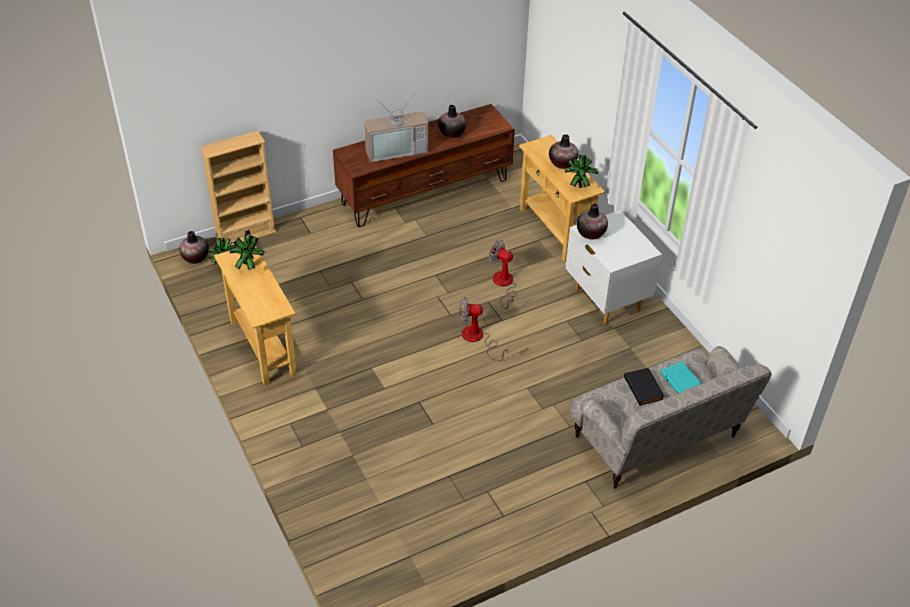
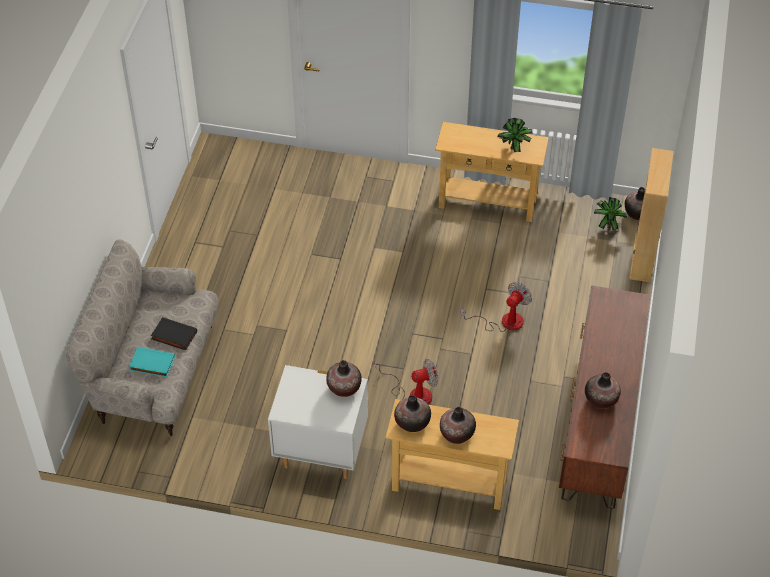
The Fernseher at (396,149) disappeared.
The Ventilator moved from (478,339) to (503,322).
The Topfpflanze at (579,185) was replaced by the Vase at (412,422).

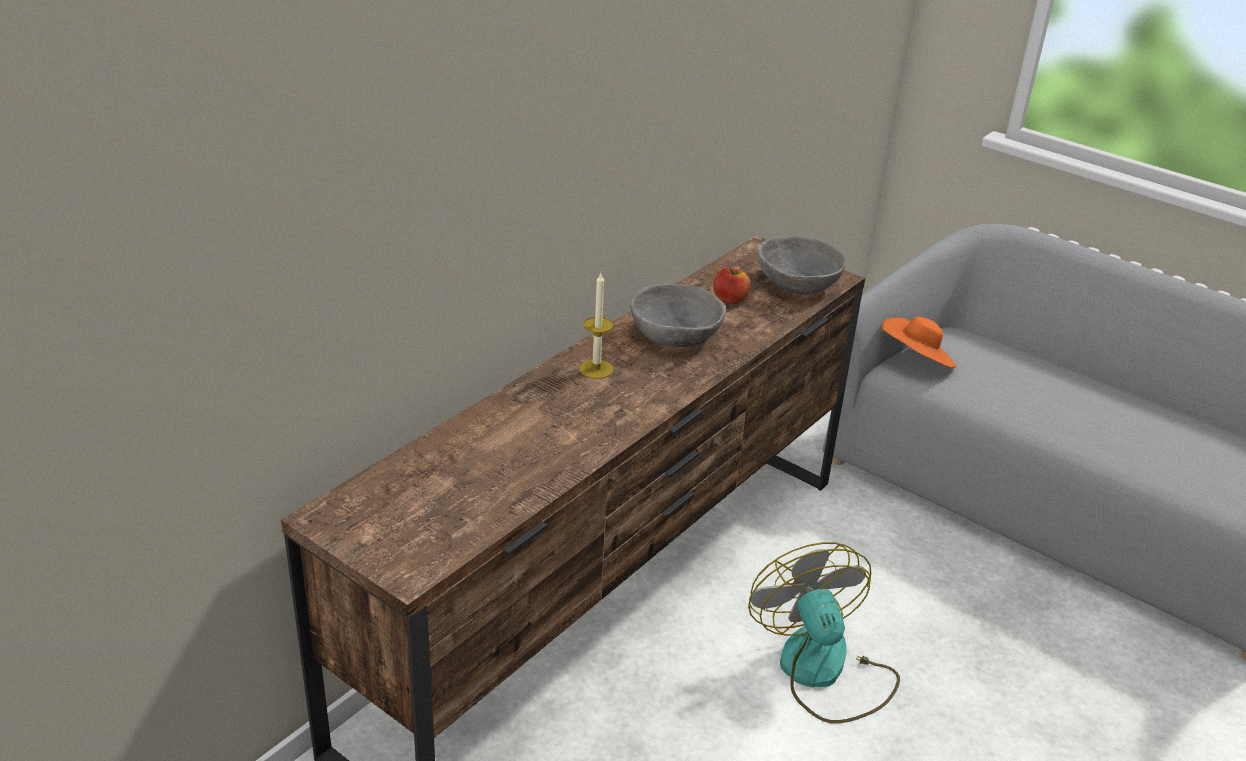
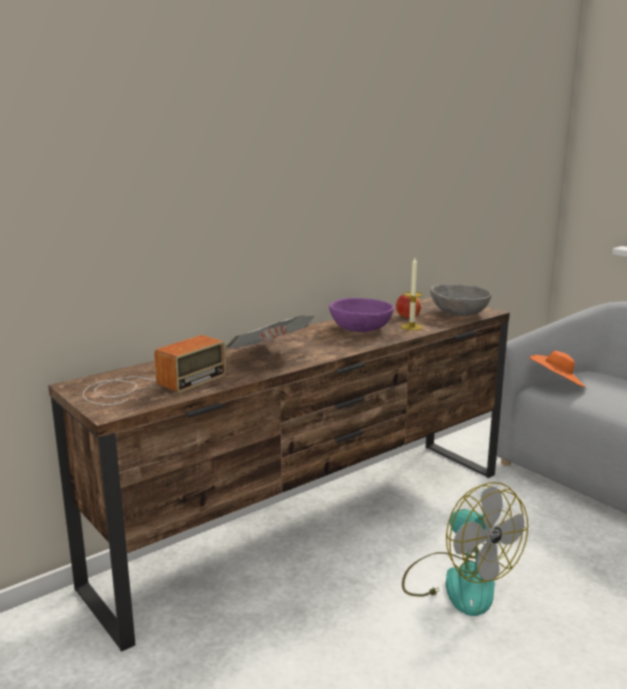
The Radio at (149,386) appeared.
The Zeitung at (268,357) appeared.
The Kerze moved from (596,369) to (411,327).
The Schüssel [grau] at (674,336) became the Schüssel [lila] at (360,328).
The Ventilator at (823,672) turned 150 degrees clockwise.

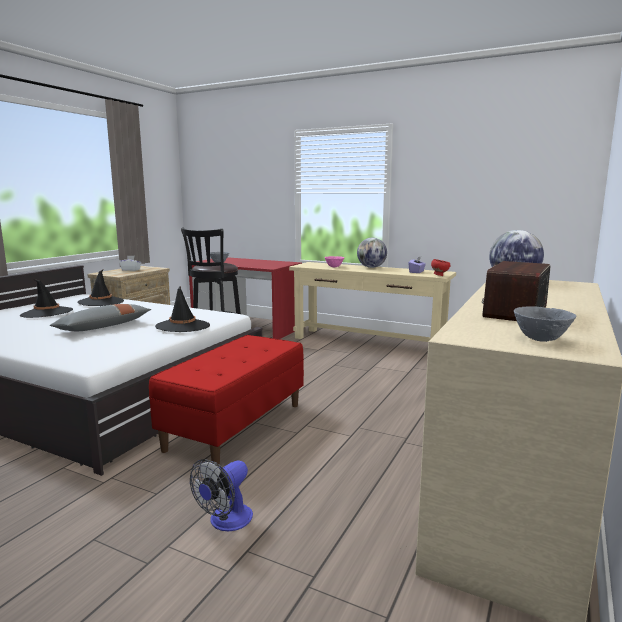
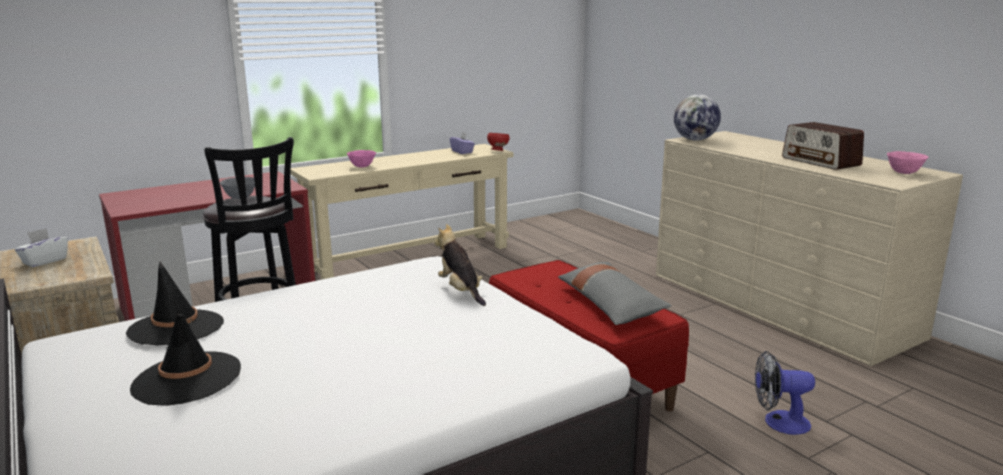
The Globus at (371,267) disappeared.
The Kissen [grau] moved from (103,327) to (610,304).
The Hut [schwarz] at (183,326) was replaced by the Plüschtier at (461,291).
The Schüssel [grau] at (541,340) became the Schüssel [rosa] at (904,173).
The Ventilator at (225,522) turned 120 degrees clockwise.

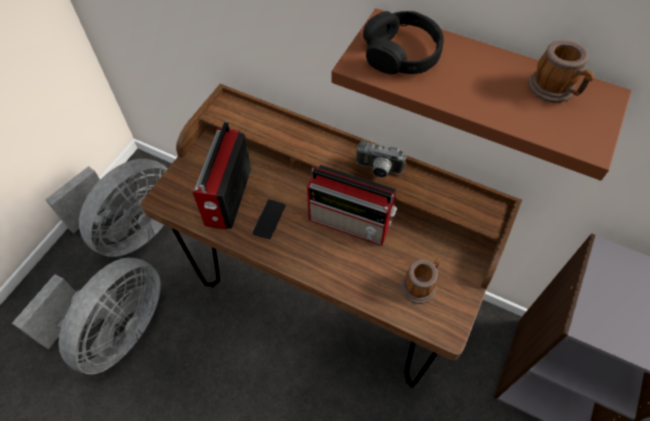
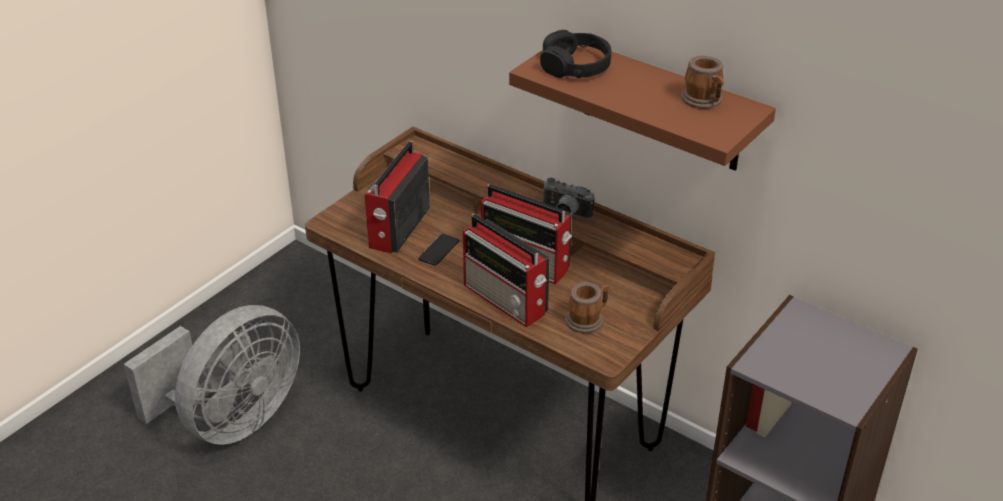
The Ventilator [grau] at (134,230) disappeared.
The Radio at (506,300) appeared.

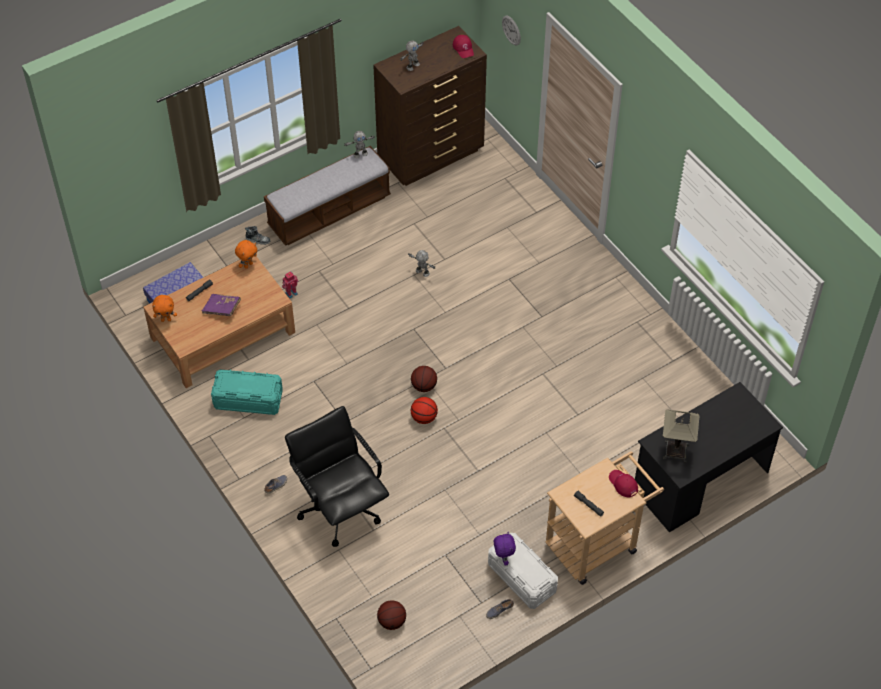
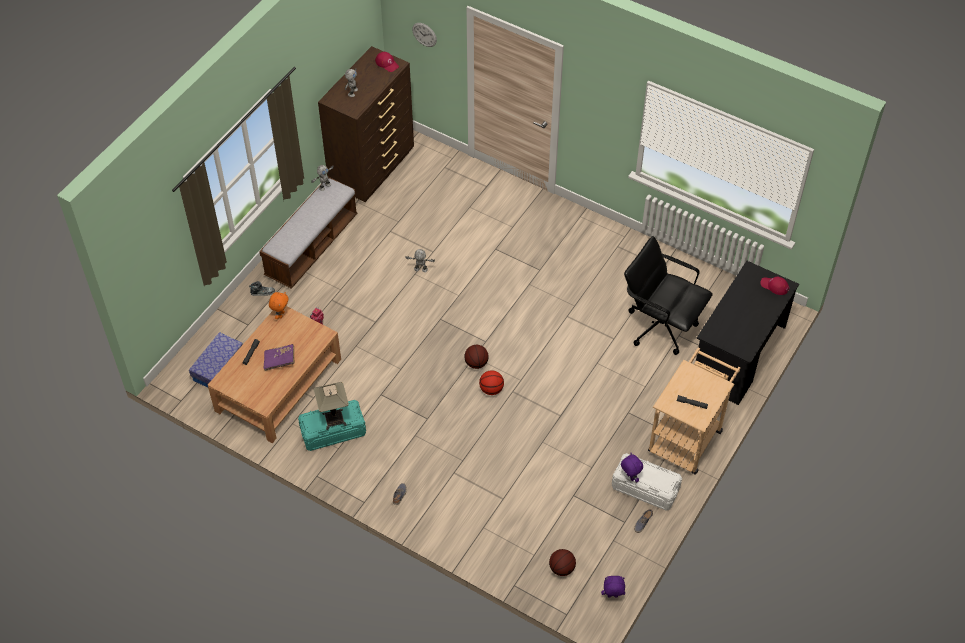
The Plüschtier [orange] at (166,319) disappeared.
The Plüschtier [lila] at (612,596) appeared.
The Bürostuhl [schwarz] moved from (340,508) to (660,325).
The Kappe [rot] moved from (623,484) to (774,286).
The Tischlampe moved from (676,451) to (334,419).

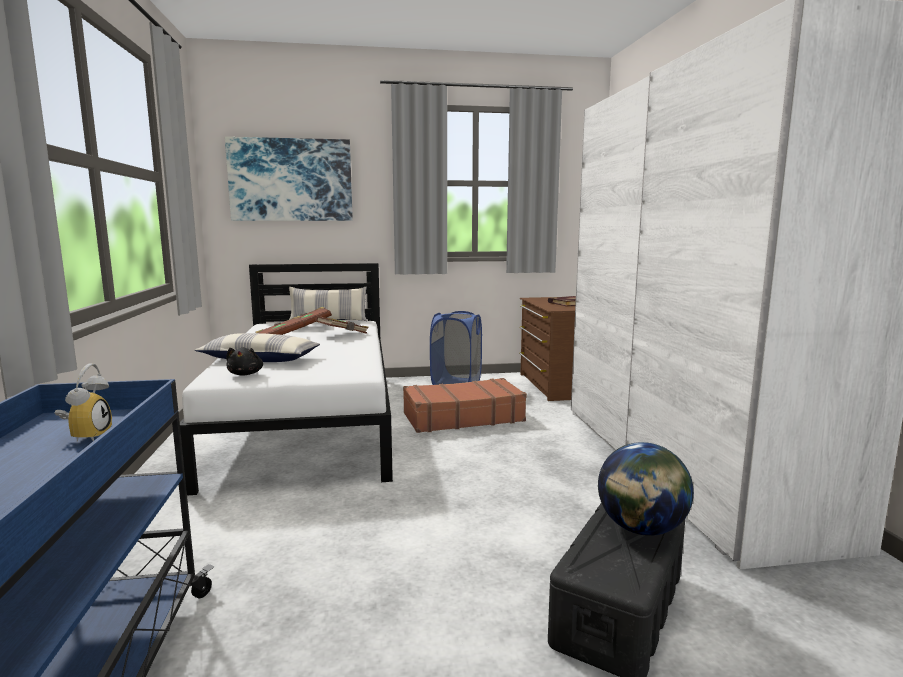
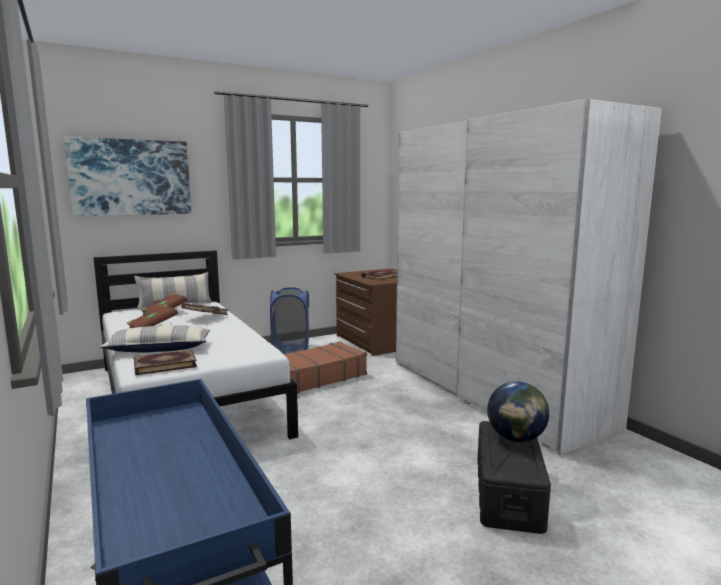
The Wecker at (87,436) disappeared.
The Plüschtier [schwarz] at (246,374) was replaced by the Buch at (165,364).

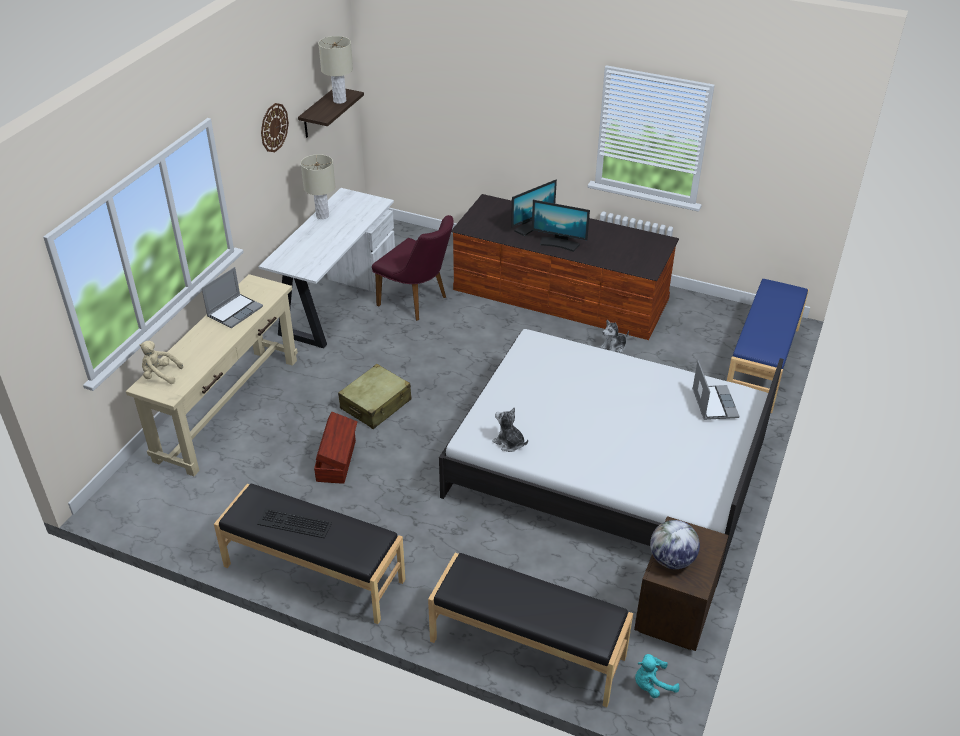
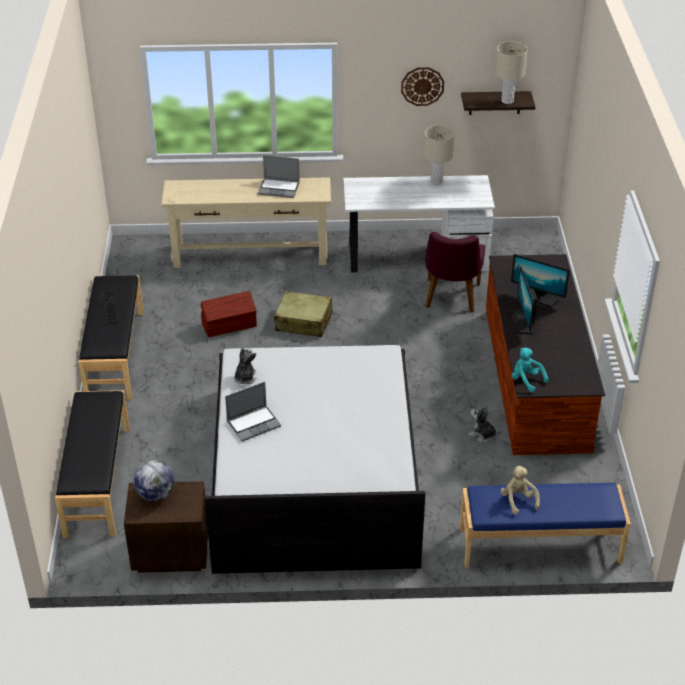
The Plüschtier [beige] moved from (160,375) to (518,500).
The Plüschtier [türkis] moved from (652,685) to (526,380).
The Laptop moved from (713,403) to (254,423).

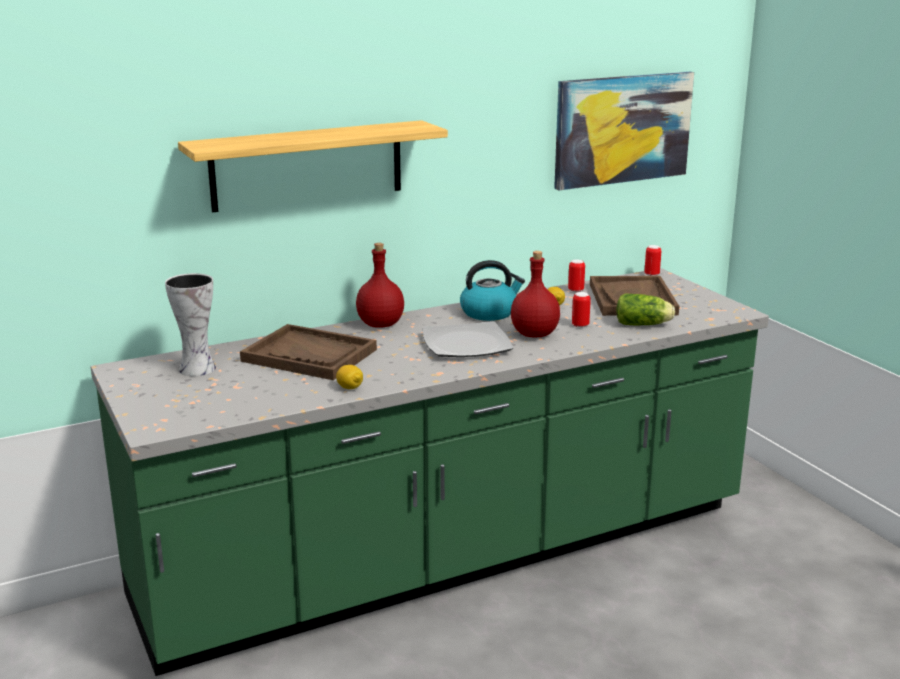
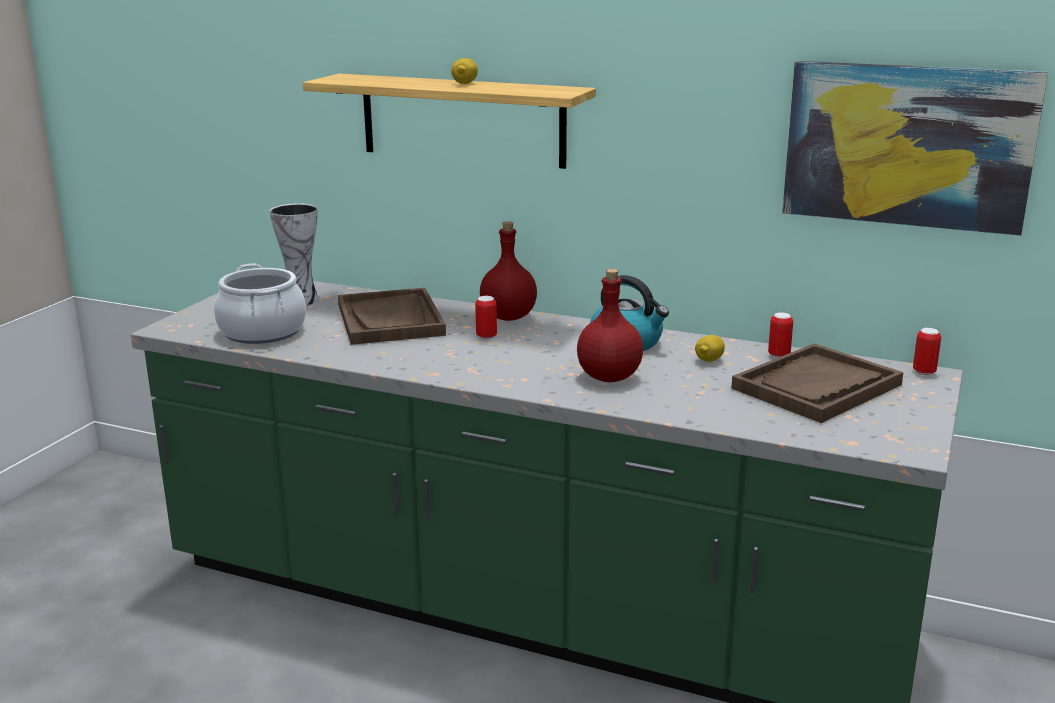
The Teller at (465,344) disappeared.
The Salatkopf at (644,324) disappeared.
The Kochtopf at (262,331) appeared.
The Zitrone moved from (350,387) to (464,83).
The Dose moved from (580,325) to (486,336).

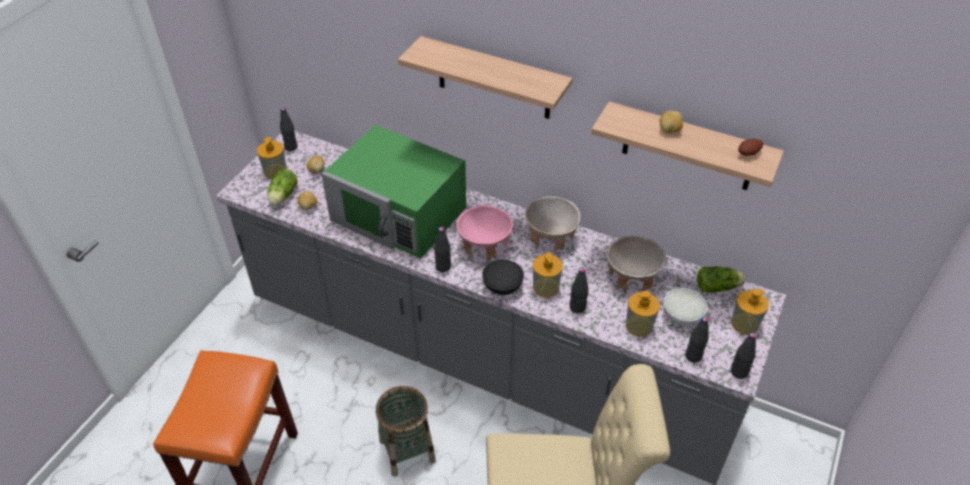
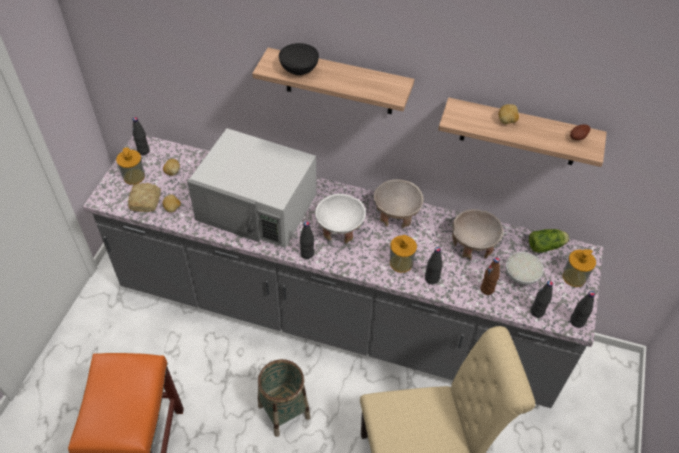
The Schüssel [schwarz] moved from (502,286) to (298,69).
The Salatkopf at (282,196) was replaced by the Brot at (146,201).
The Seifenspender at (639,325) was replaced by the Flasche [braun] at (487,289).
The Mikrowelle [grün] at (399,214) became the Mikrowelle [weiß] at (257,207).
The Schüssel [rosa] at (484,246) became the Schüssel [weiß] at (339,230).

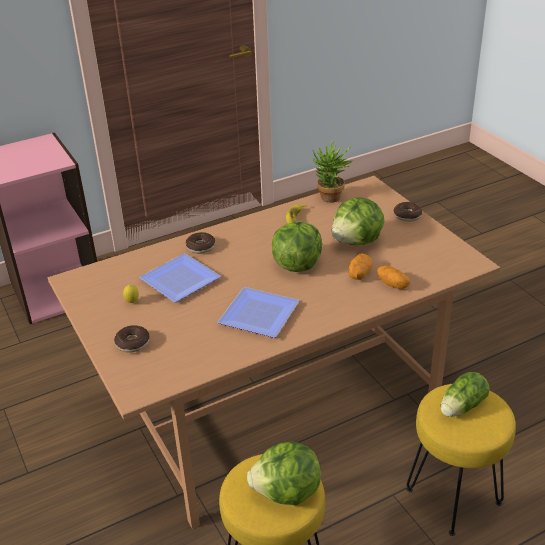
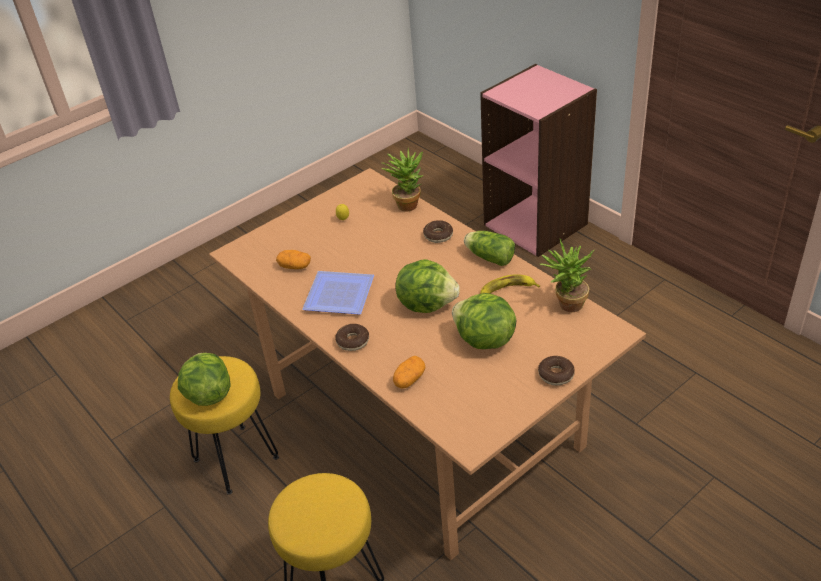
The Teller at (183,280) disappeared.
The Topfpflanze at (408,203) appeared.
The Donut moved from (133,343) to (353,341).
The Kartoffel moved from (359,274) to (295,266).
The Salatkopf moved from (460,407) to (488,257).

